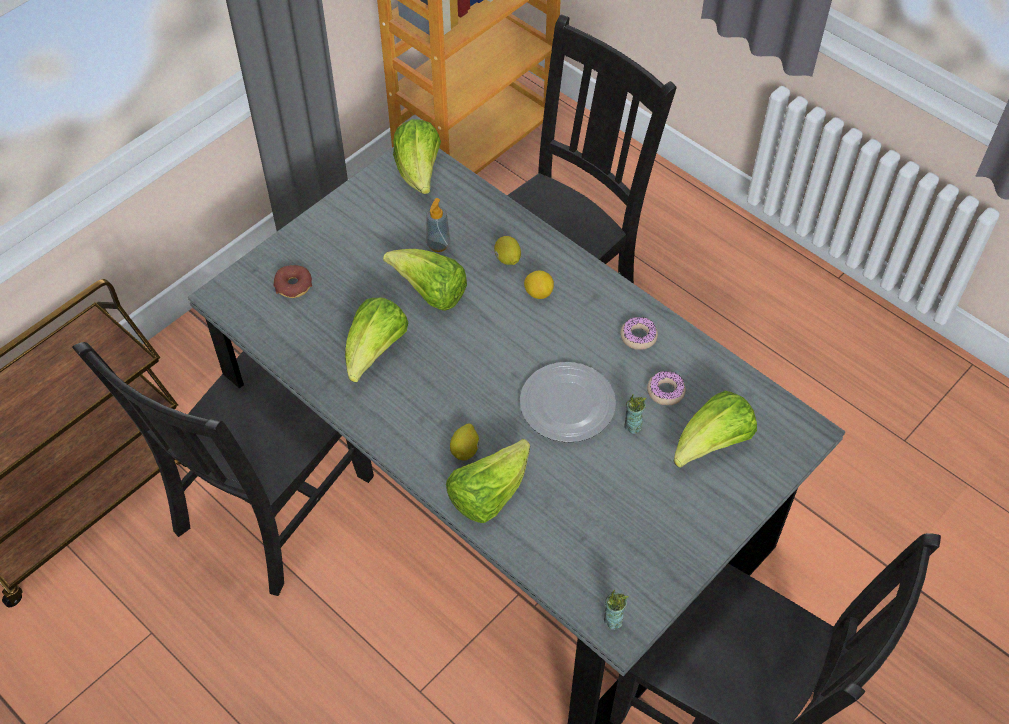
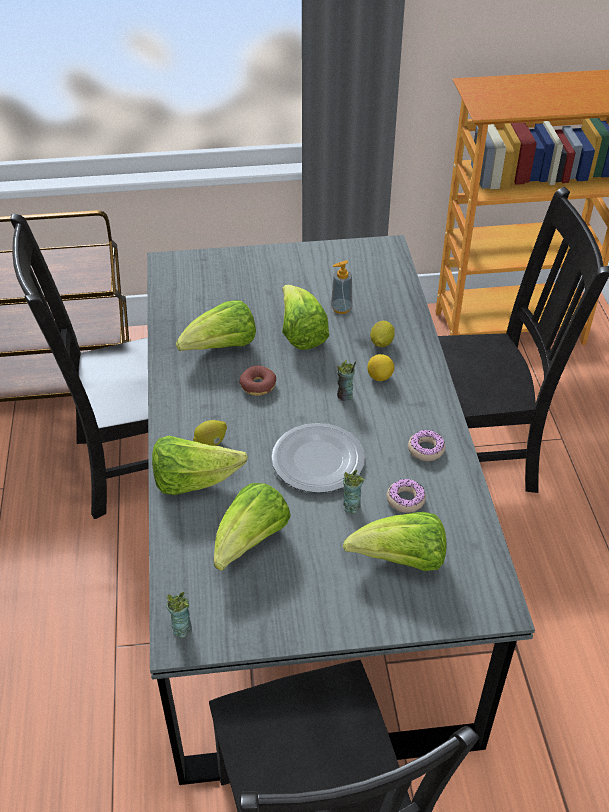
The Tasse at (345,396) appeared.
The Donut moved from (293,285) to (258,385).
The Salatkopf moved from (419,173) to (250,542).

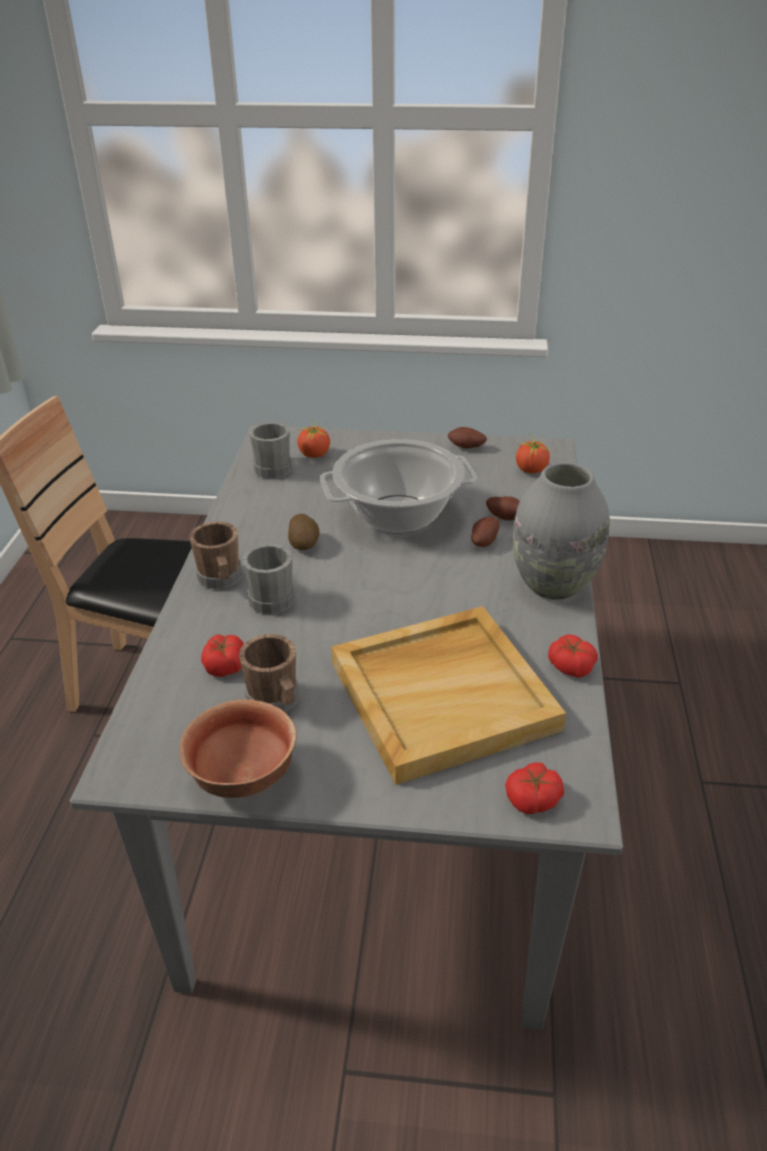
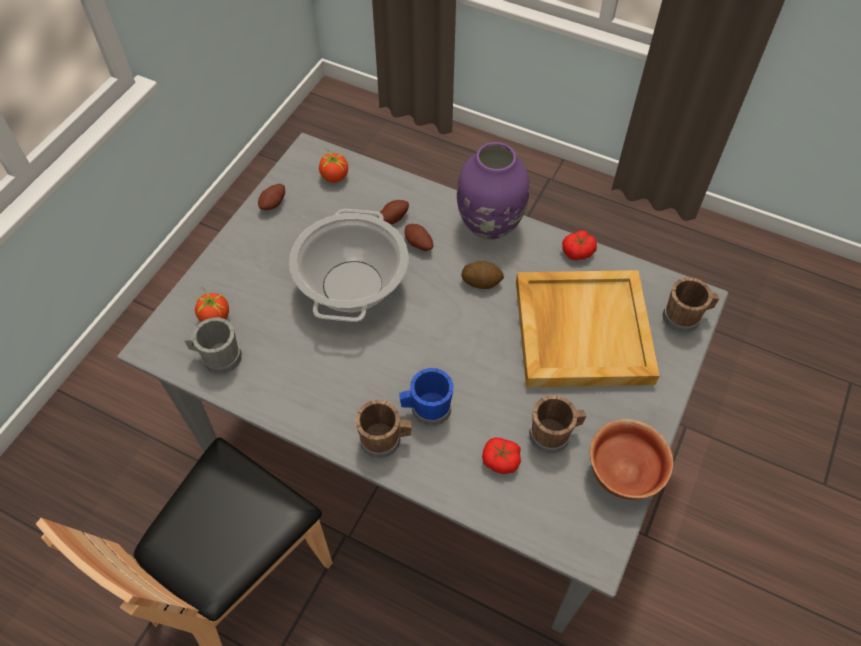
The Kartoffel moved from (304,544) to (481,281).
The Tomate at (533,799) was replaced by the Henkelbecher [braun] at (685,317).
The Henkelbecher [grau] at (269,597) became the Henkelbecher [blau] at (426,409).
The Vase [grau] at (553,585) became the Vase [lila] at (490,225).

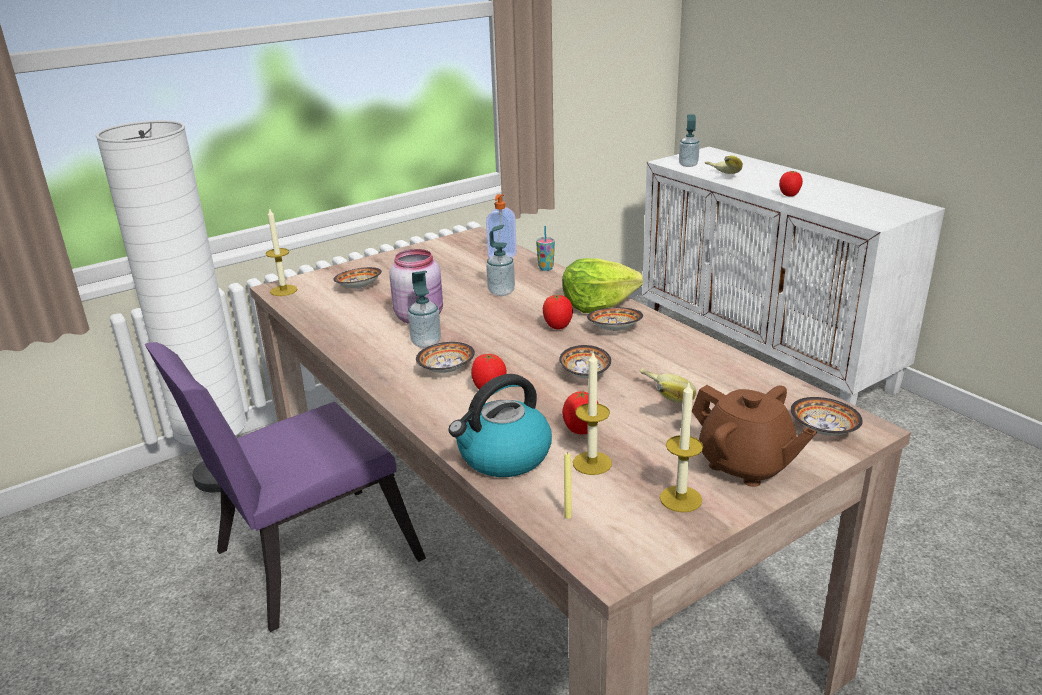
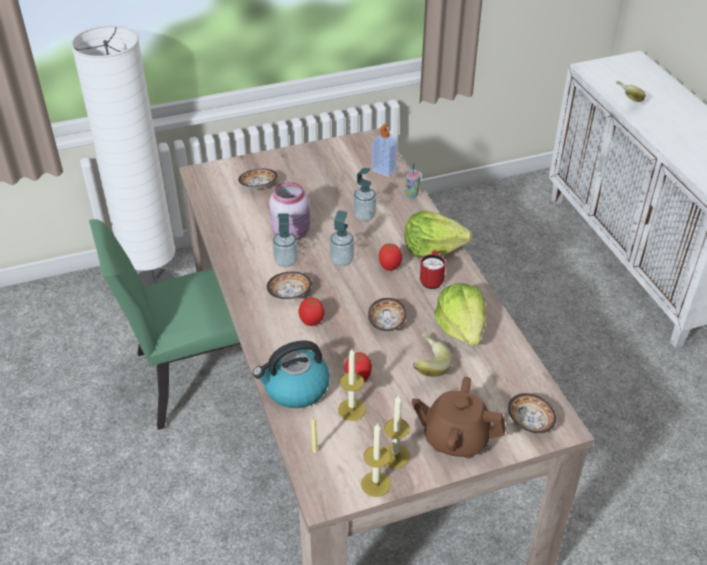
The Tomate at (789,195) disappeared.
The Salatkopf at (461,328) appeared.
The Kerze moved from (283,290) to (375,484).
The Seifenspender moved from (688,165) to (342,260).
The Schüssel at (614,329) was replaced by the Henkelbecher [rot] at (432,280).
The Stuhl [lila] at (305,559) became the Stuhl [grün] at (196,375).
The Teekanne [braun] at (745,465) turned 135 degrees clockwise.

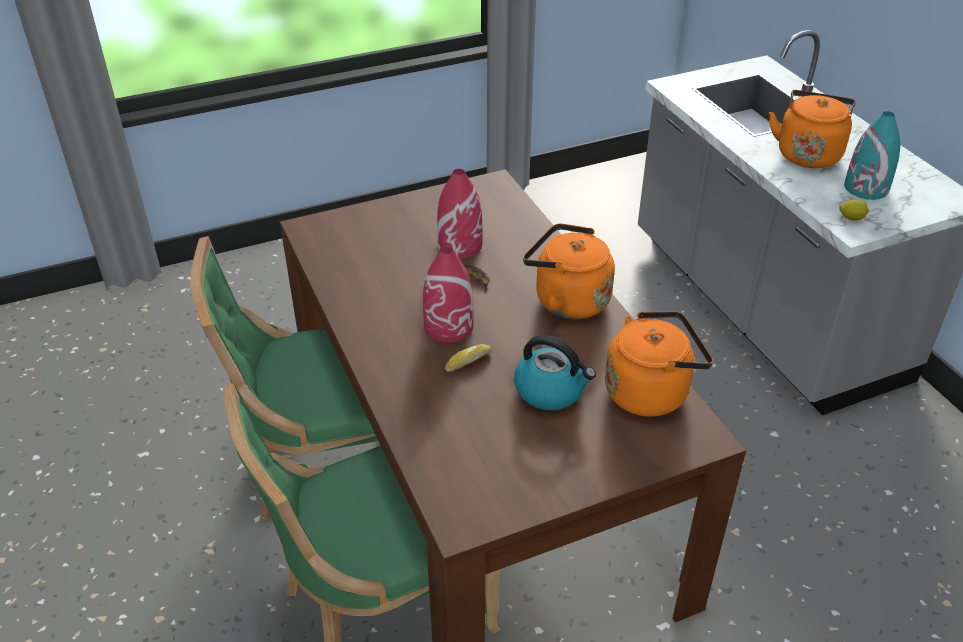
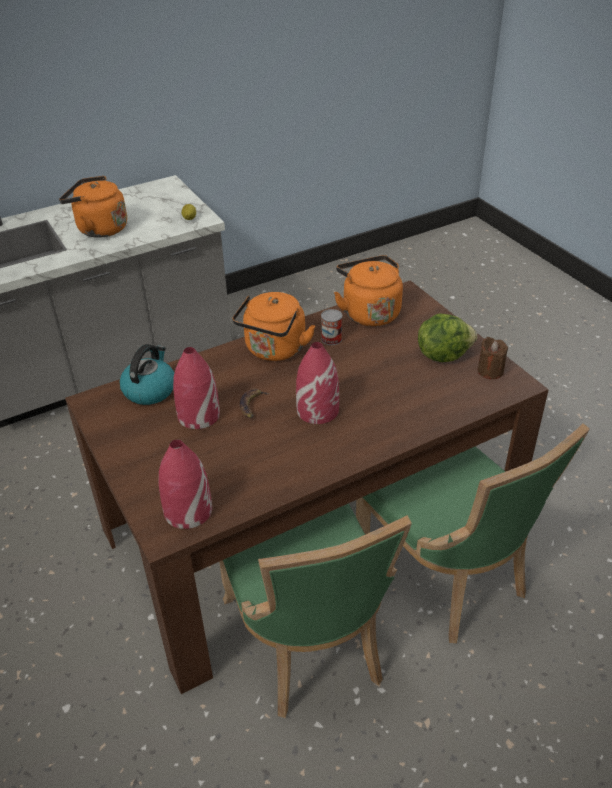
The Brot at (467,361) disappeared.
The Vase [türkis] at (866,188) disappeared.
The Vase [rot] at (187,511) appeared.
The Dose at (331,339) appeared.
The Salatkopf at (442,355) appeared.
The Kerze [braun] at (490,371) appeared.
The Wasserkessel moved from (551,390) to (150,390).

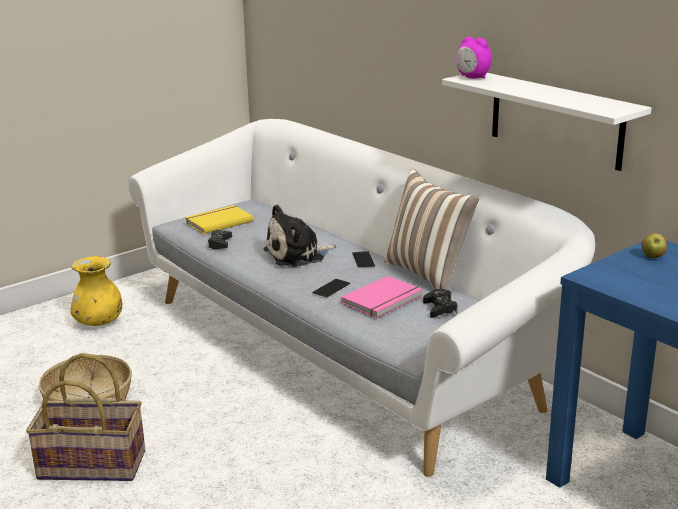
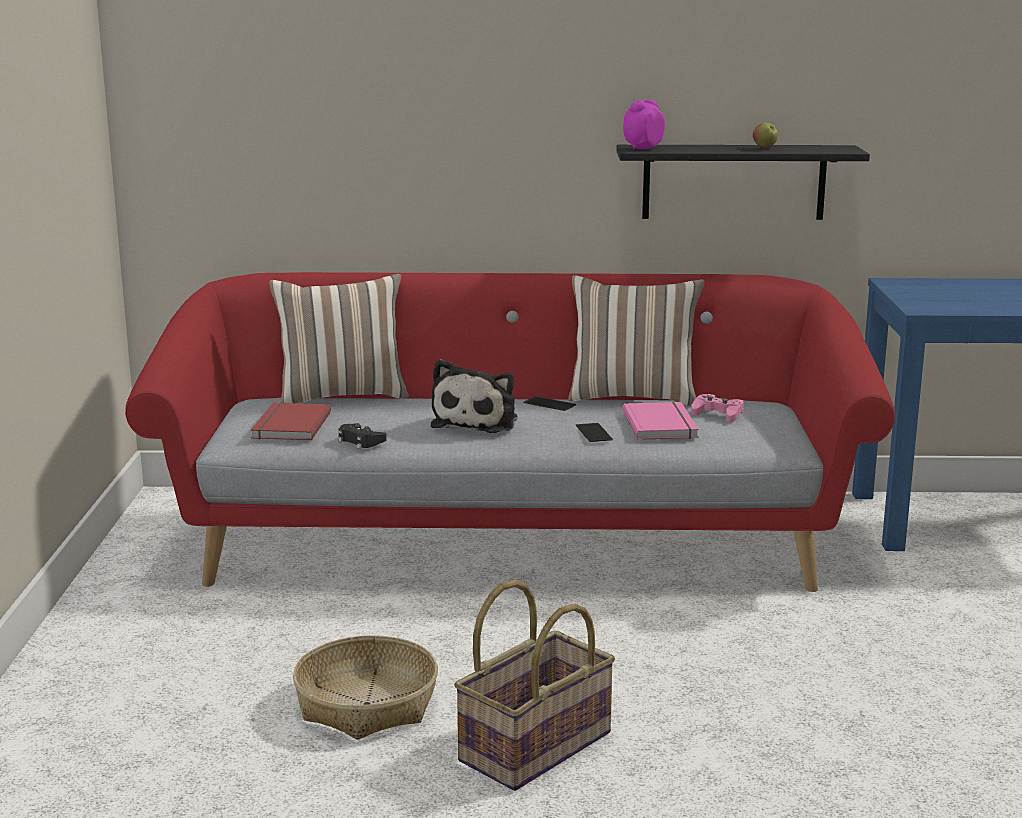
The Vase [gelb] at (99,322) disappeared.
The Kissen at (342,396) appeared.
The Apfel moved from (652,257) to (764,148).
The Sofa [weiß] at (340,347) became the Sofa [rot] at (510,540).
The Buch [gelb] at (218,221) became the Buch [rot] at (289,425).
The Gamepad [schwarz] at (440,309) became the Gamepad [rosa] at (718,414).
The Wandregal [weiß] at (555,120) became the Wandregal [schwarz] at (734,182).
The Wecker at (472,78) turned 150 degrees clockwise.

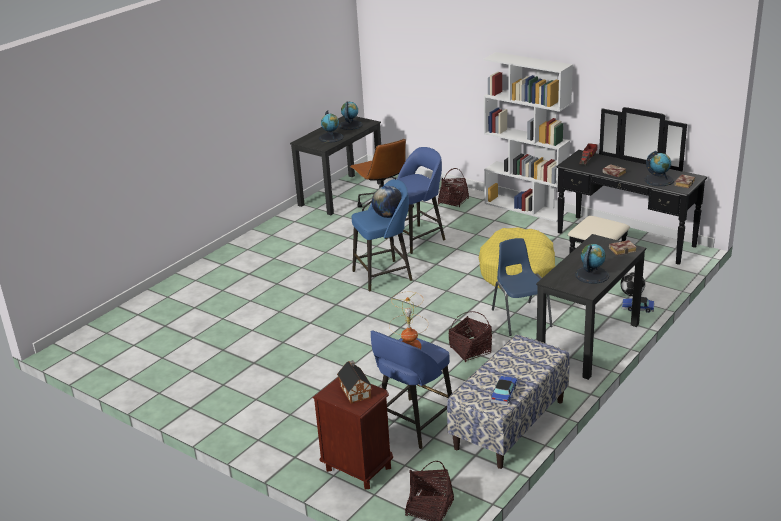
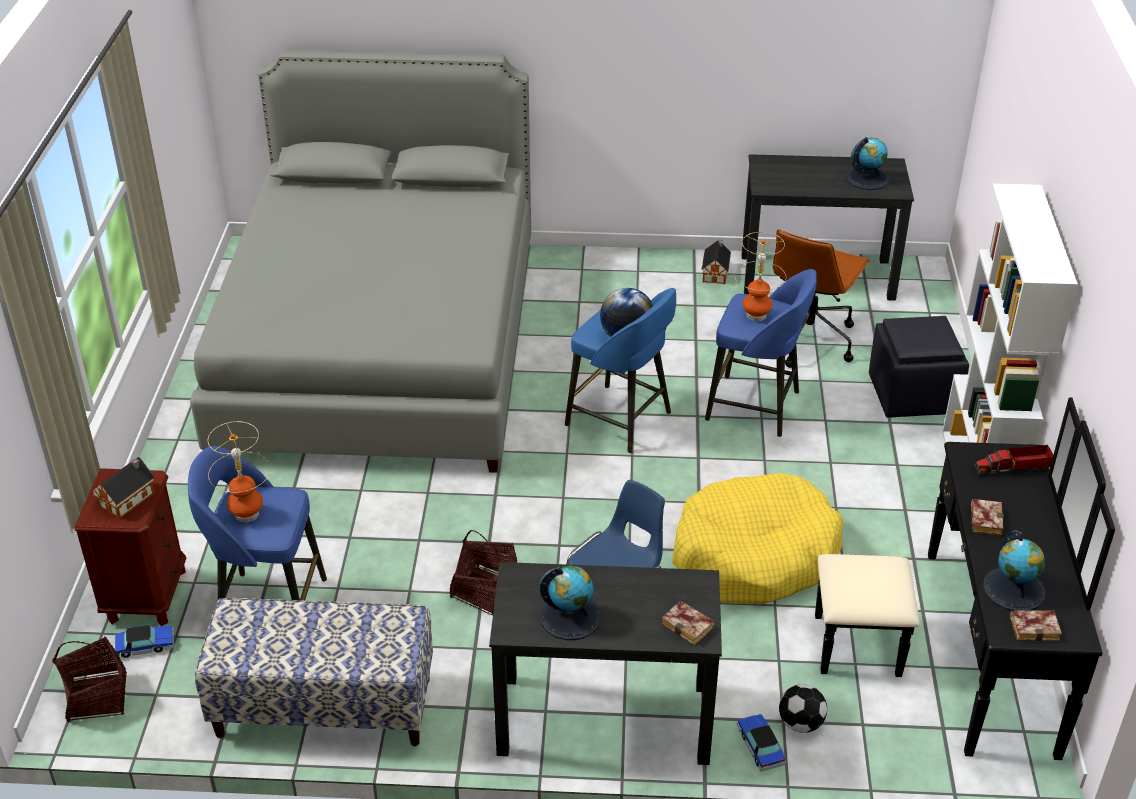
The Globus at (331,137) disappeared.
The Bett [grau] at (382,346) appeared.
The Spielzeughaus at (715,272) appeared.
The Tischlampe at (756,315) appeared.
The Spielzeugauto moved from (504,393) to (145,645).
The Korb at (453,201) was replaced by the Polsterhocker [schwarz] at (913,395).

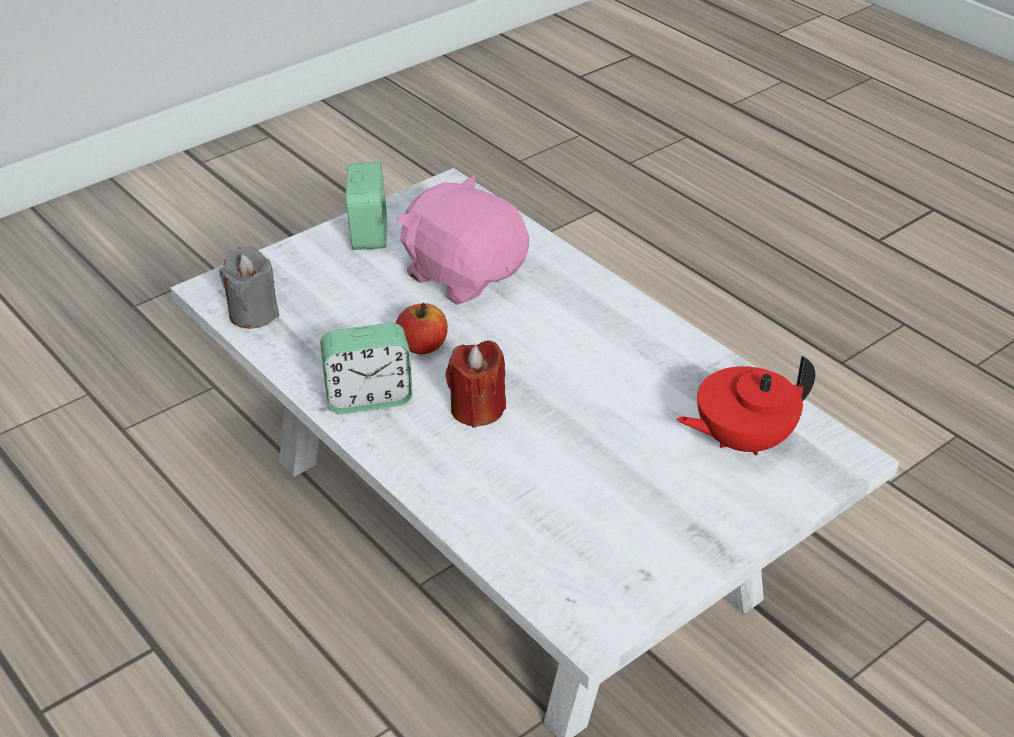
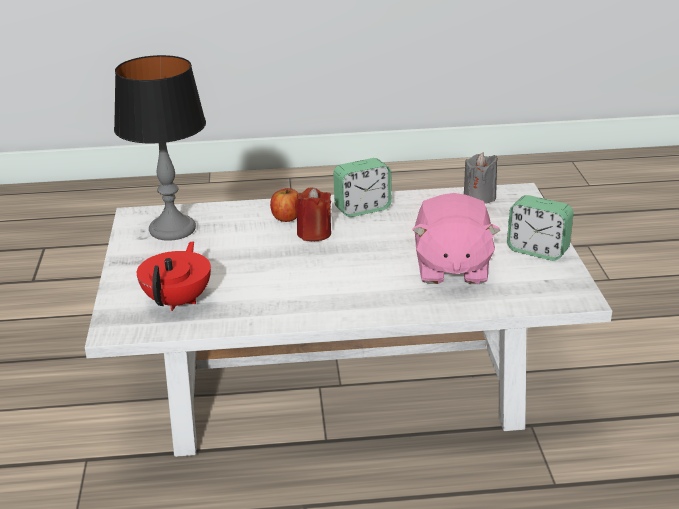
The Tischlampe at (173,229) appeared.
The Apfel moved from (422,346) to (287,218).
The Wecker at (369,398) turned 135 degrees counterclockwise.
The Plüschtier [rosa] at (464,275) turned 105 degrees clockwise.

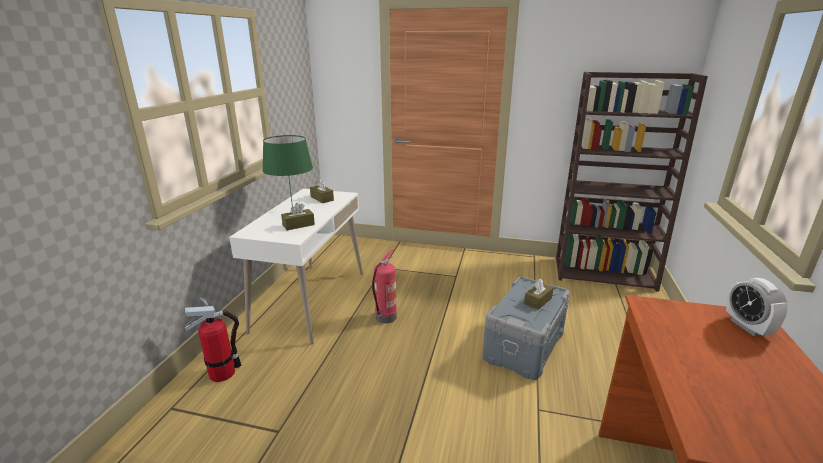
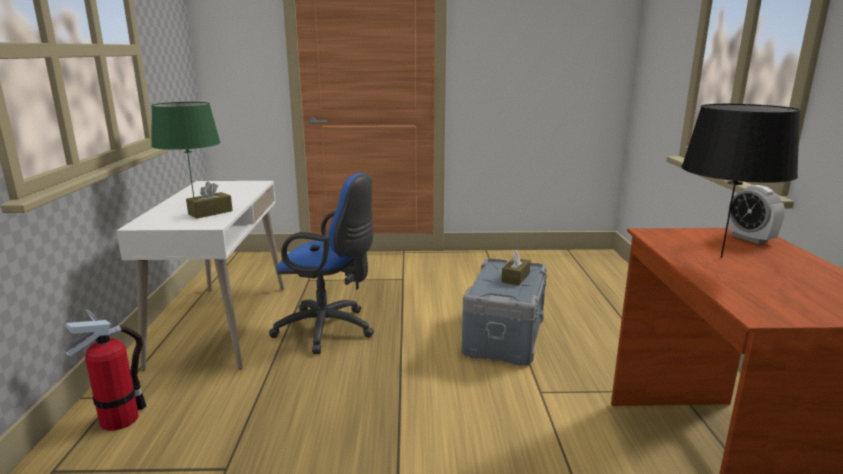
The Taschentuchbox [braun] at (322,198) disappeared.
The Bücherregal [braun] at (604,273) disappeared.
The Tischlampe [schwarz] at (721,258) appeared.
The Feuerlöscher at (385,318) was replaced by the Bürostuhl [blau] at (329,330).

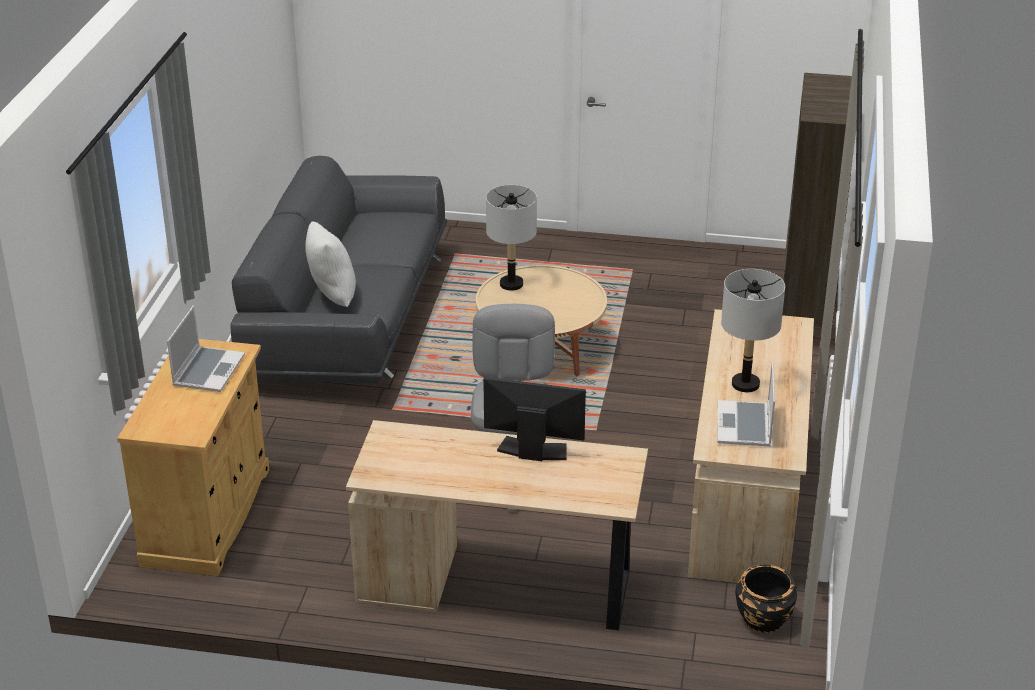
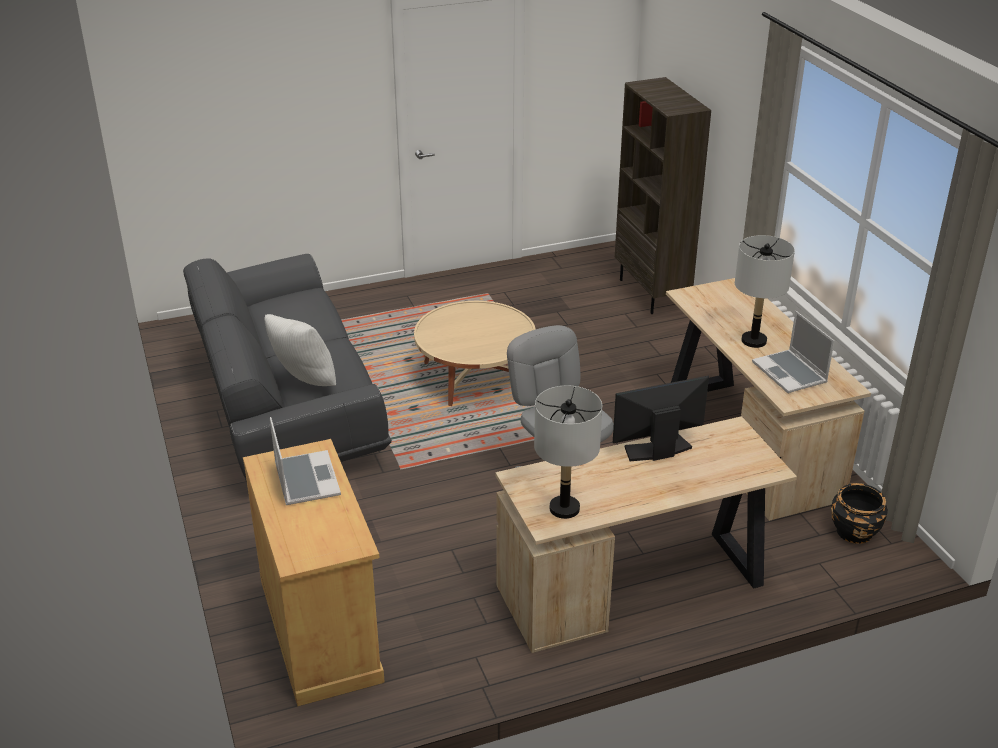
The Tischlampe [grau] moved from (511,284) to (564,508).

